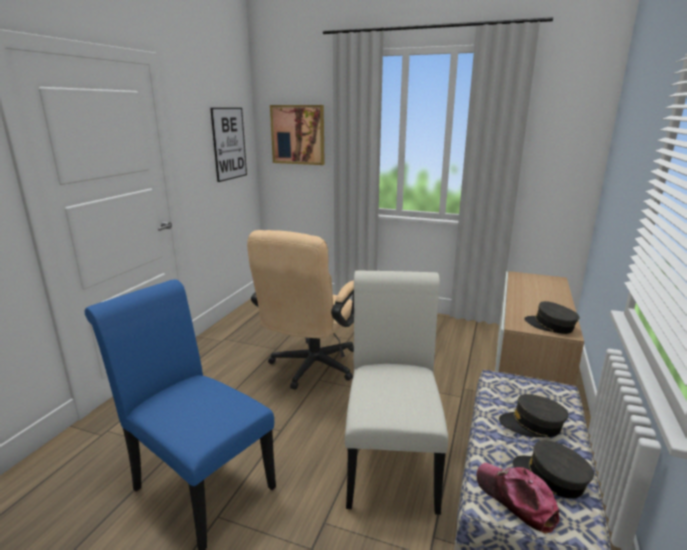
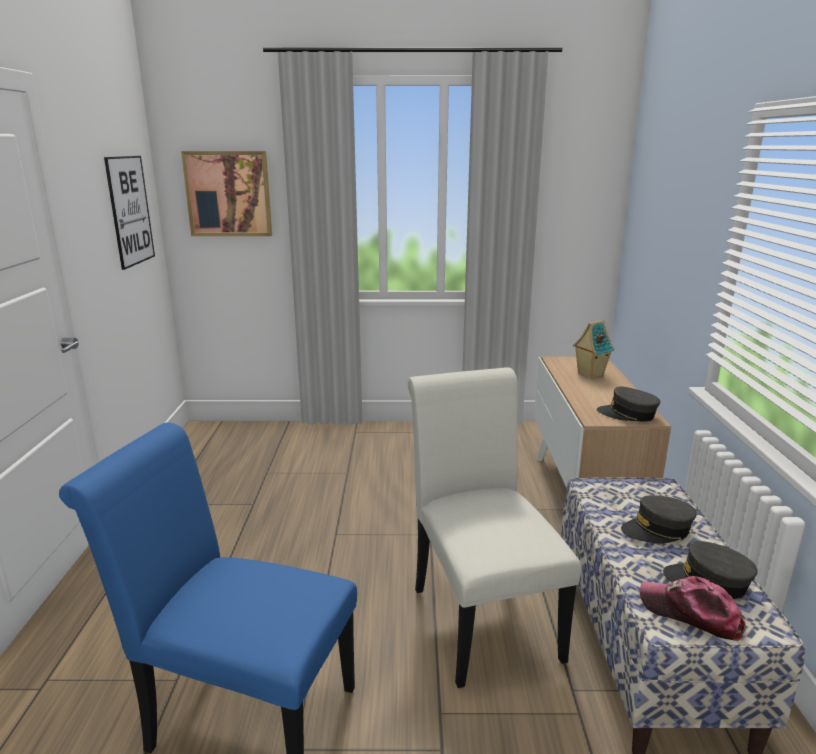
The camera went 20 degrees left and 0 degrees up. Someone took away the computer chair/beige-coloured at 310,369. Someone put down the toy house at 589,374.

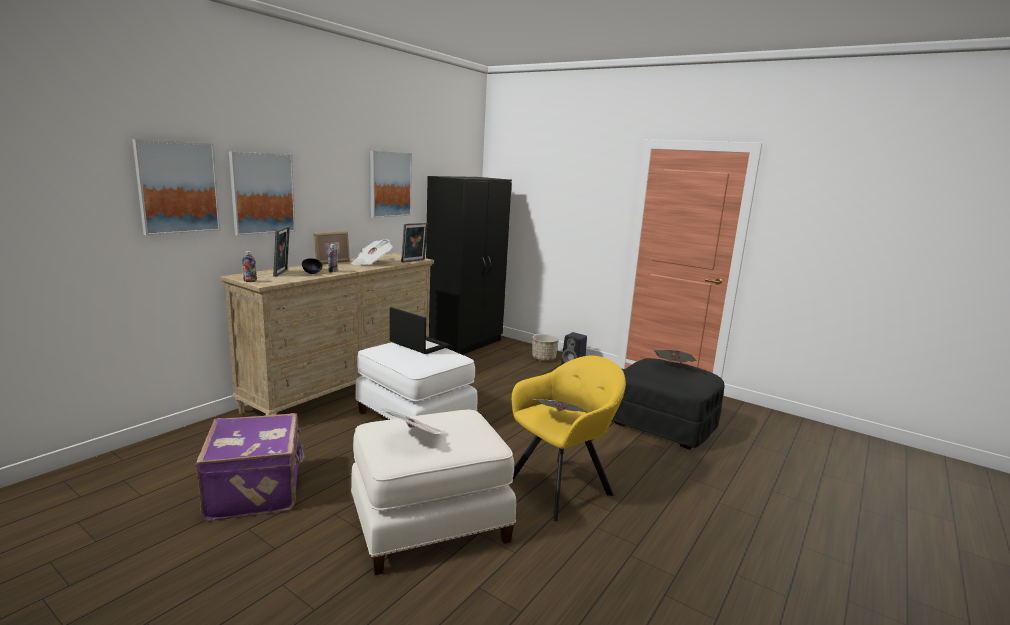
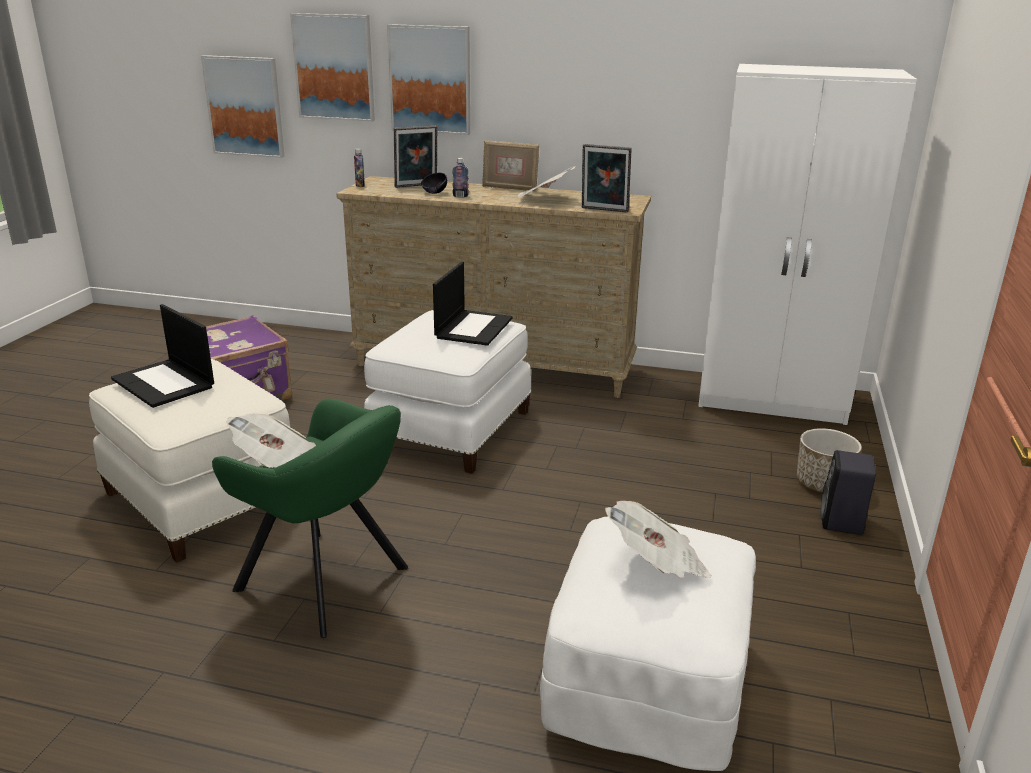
The camera went 70 degrees right and 10 degrees up. Someone carried the picture from 390,184 to 245,106. Someone repainted the wardrobe/black-coloured at 465,344, which became the wardrobe/whitish at 773,400. Someone repainted the lounge chair/yellow-coloured at 562,486, which became the lounge chair/green at 327,583. Someone repainted the pouffe/black-coloured at 663,425, which became the pouffe/whitish at 648,682. Someone swapped the daily paper at 414,437 for the portable computer at 164,383.

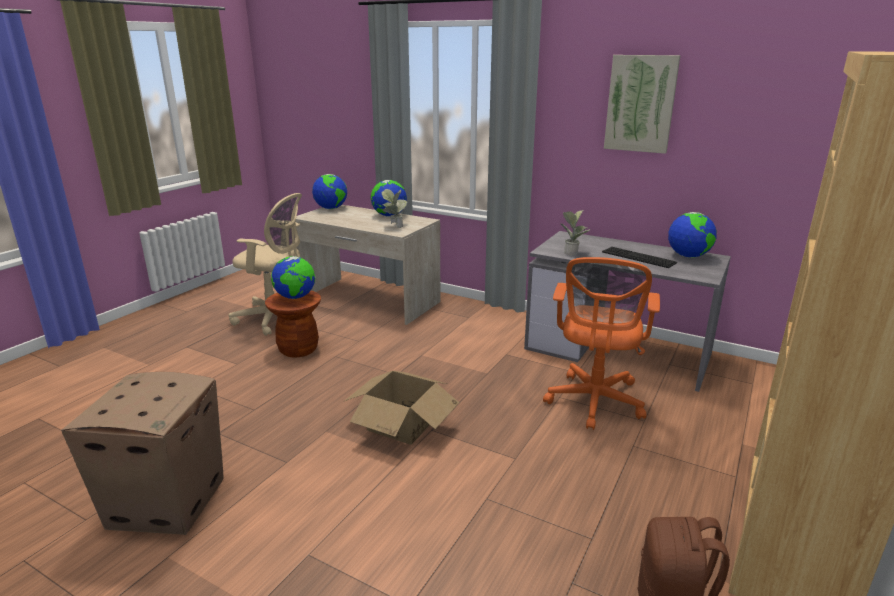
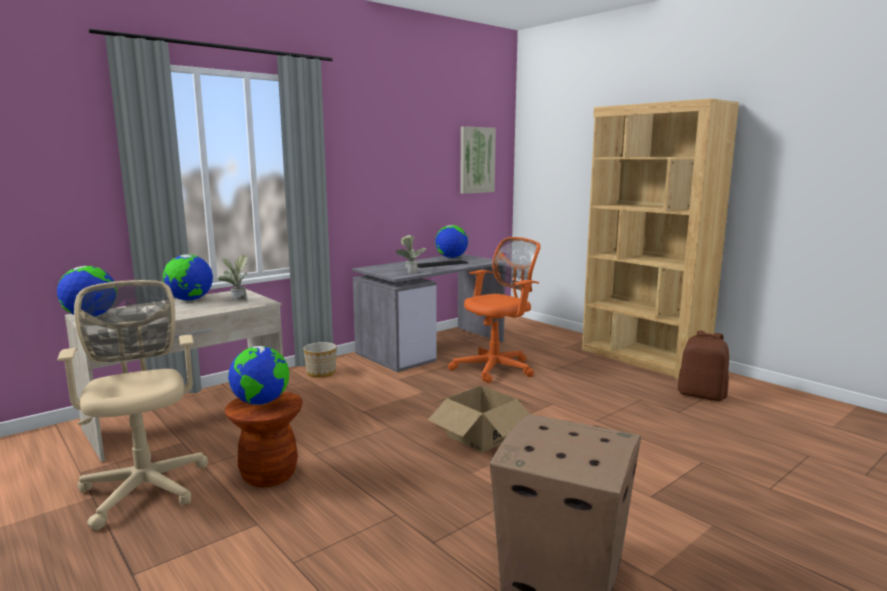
The camera went 70 degrees left and 10 degrees down. Someone carried the picture from 640,104 to 476,160. Someone rotated the computer chair/beige-coloured at 276,319 by 60 degrees counterclockwise. Someone rotated the computer chair/orange-coloured at 594,403 by 75 degrees counterclockwise. Someone put down the flower pot at 321,373.

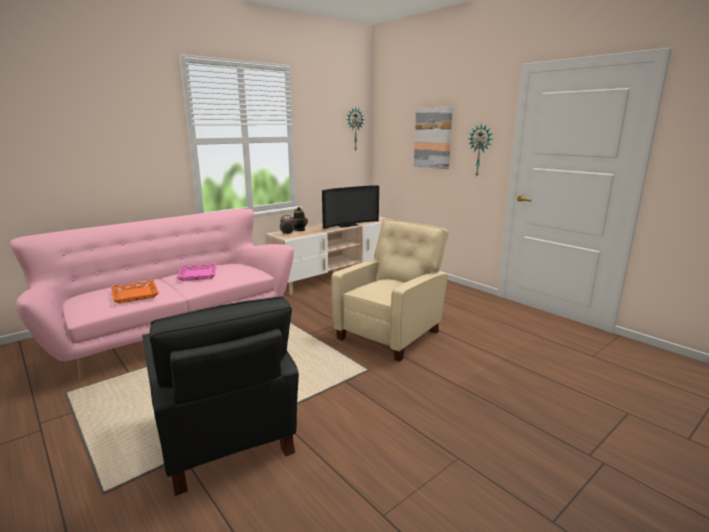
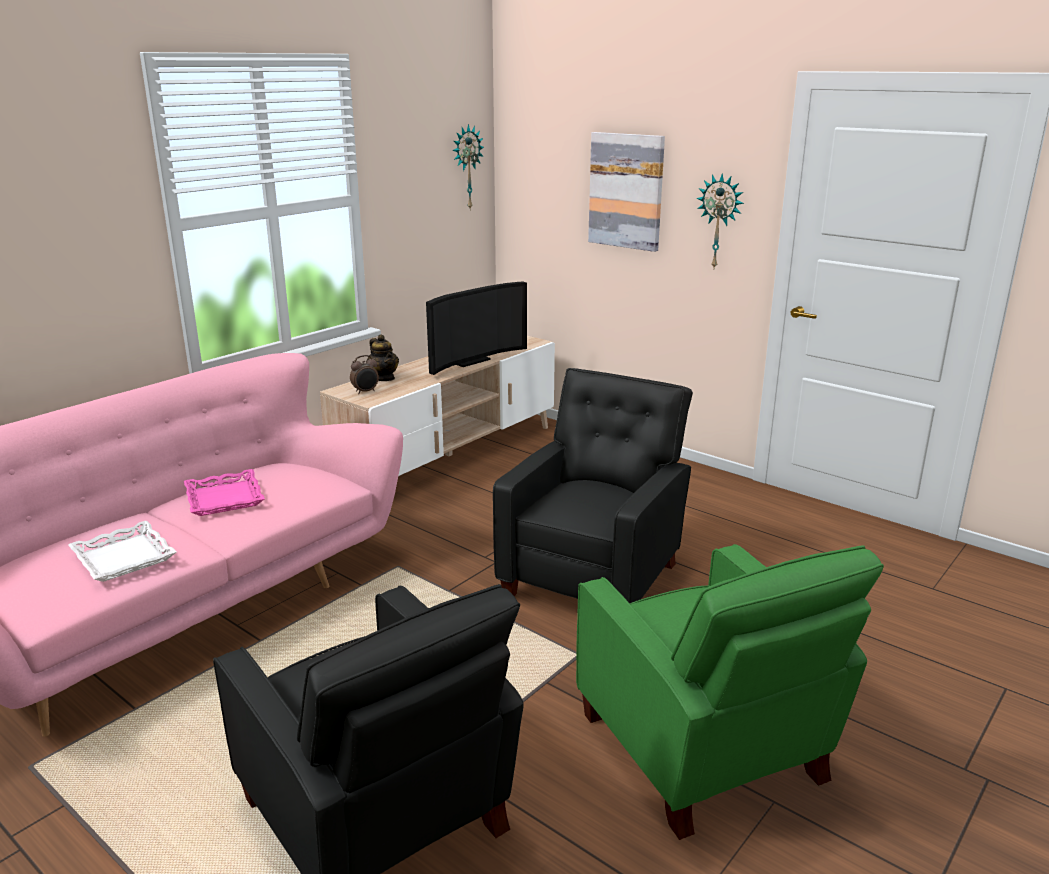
The camera went 10 degrees left and 5 degrees up. Someone repainted the lounge chair/beige-coloured at 391,334, which became the lounge chair/black-coloured at 595,577. Someone repainted the tray/orange-coloured at 135,294, which became the tray/whitish at 125,558. Someone put down the lounge chair/green at 705,752.

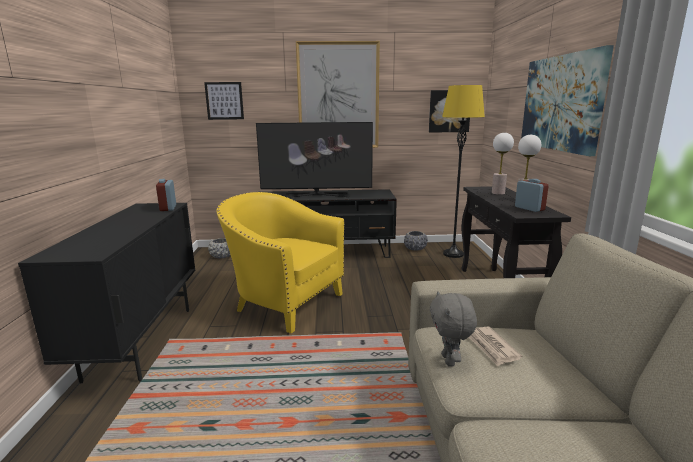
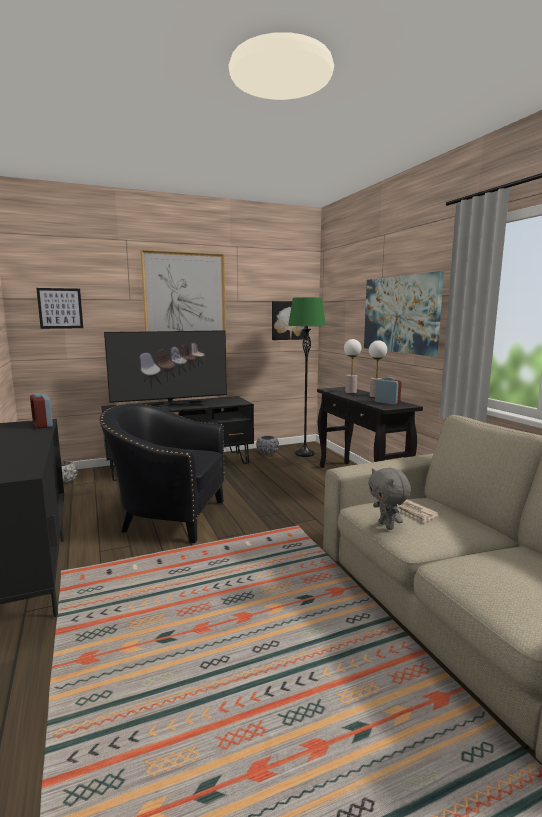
The camera went 20 degrees left and 5 degrees down. Someone repainted the standard lamp/yellow-coloured at 453,254, which became the standard lamp/green at 304,454. Someone repainted the lounge chair/yellow-coloured at 284,303, which became the lounge chair/black-coloured at 168,517.

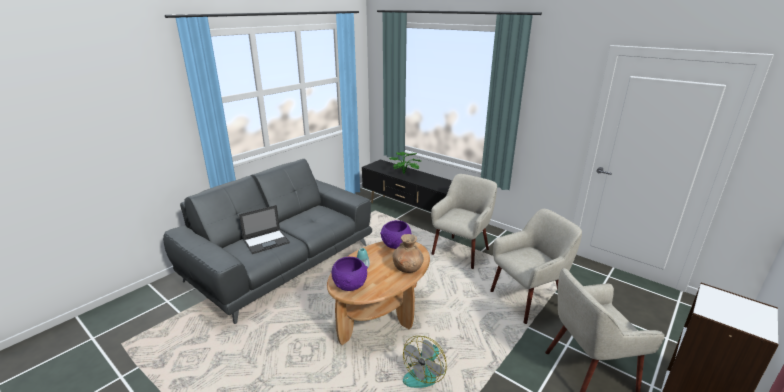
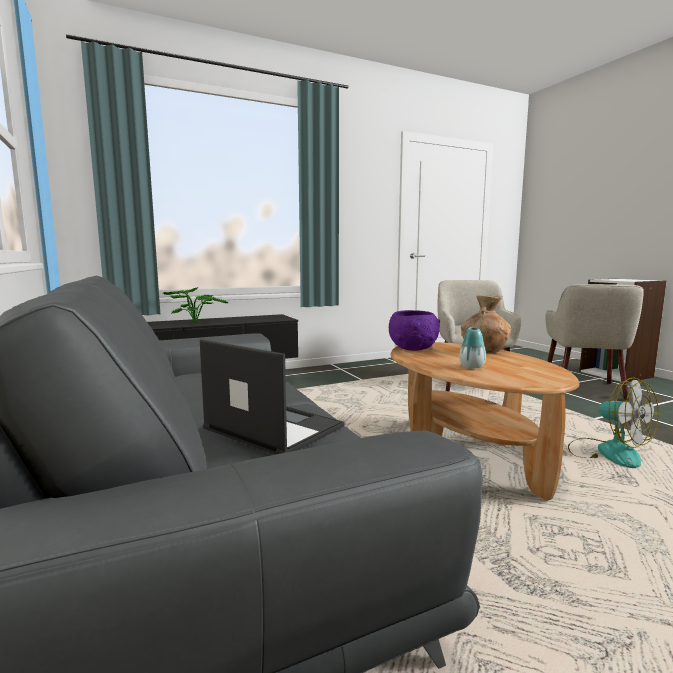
The camera went 65 degrees left and 15 degrees down. Someone took away the lounge chair/beige-coloured at 461,251. Someone rotated the portable computer at 267,241 by 45 degrees counterclockwise. Someone took away the deep dish/purplish at 350,285.

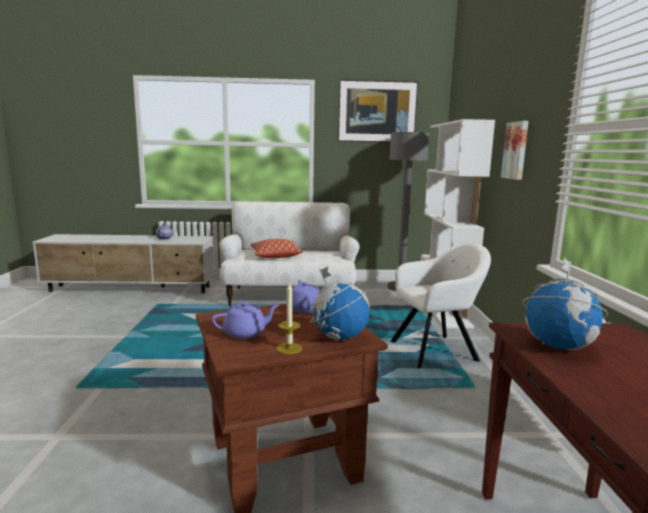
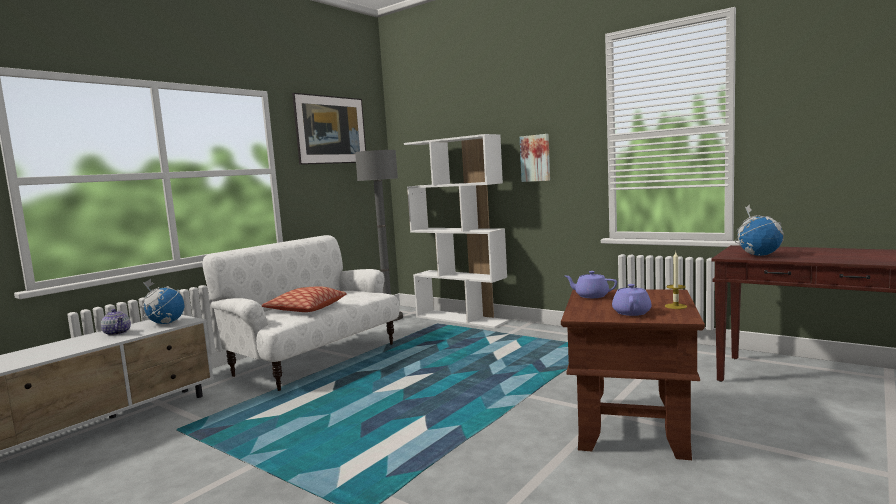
The camera went 50 degrees left and 5 degrees down. Someone took away the lounge chair/whitish at 436,350. Someone carried the world globe from 339,337 to 165,323.

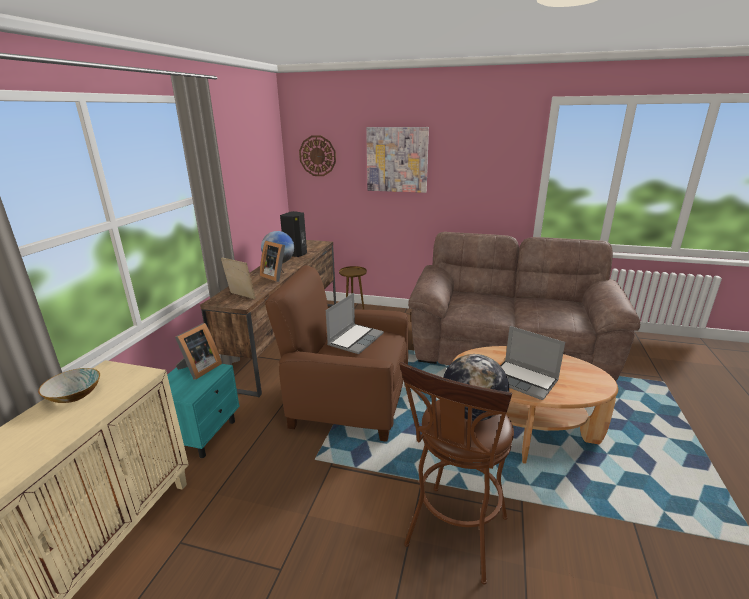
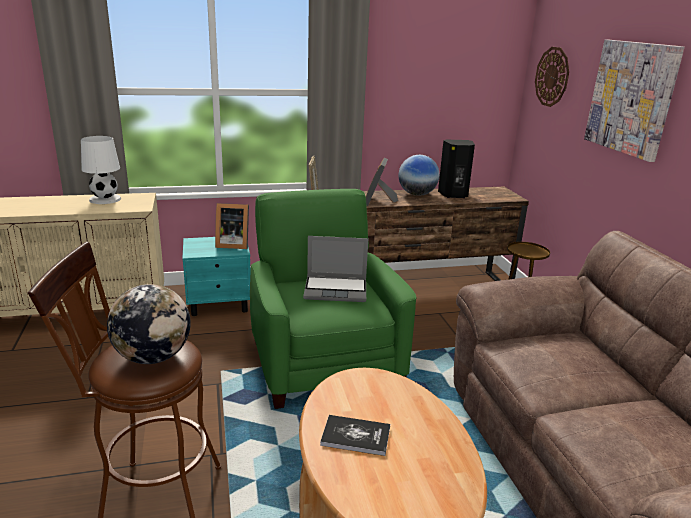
The camera went 60 degrees right and 0 degrees up. Someone repainted the lounge chair/brownish at 347,401, which became the lounge chair/green at 324,362. Someone swapped the portable computer at 524,380 for the book at 355,436. Someone swapped the deep dish at 75,395 for the tabletop lamp/whitish at 105,199.

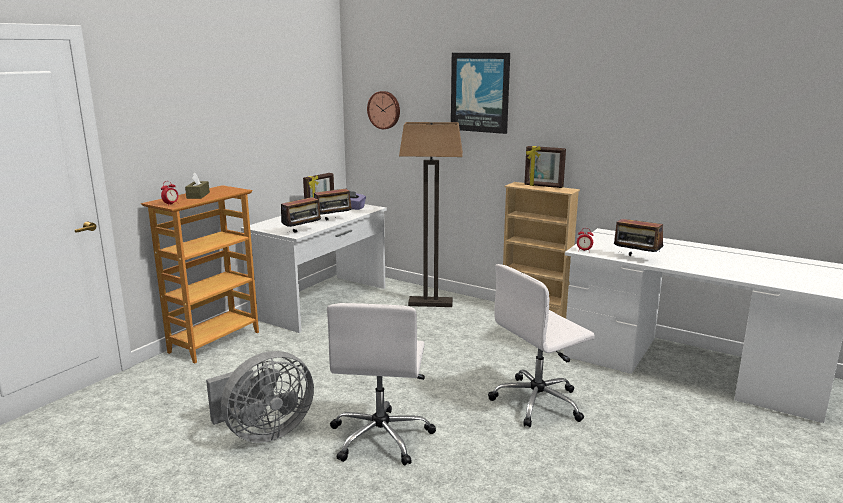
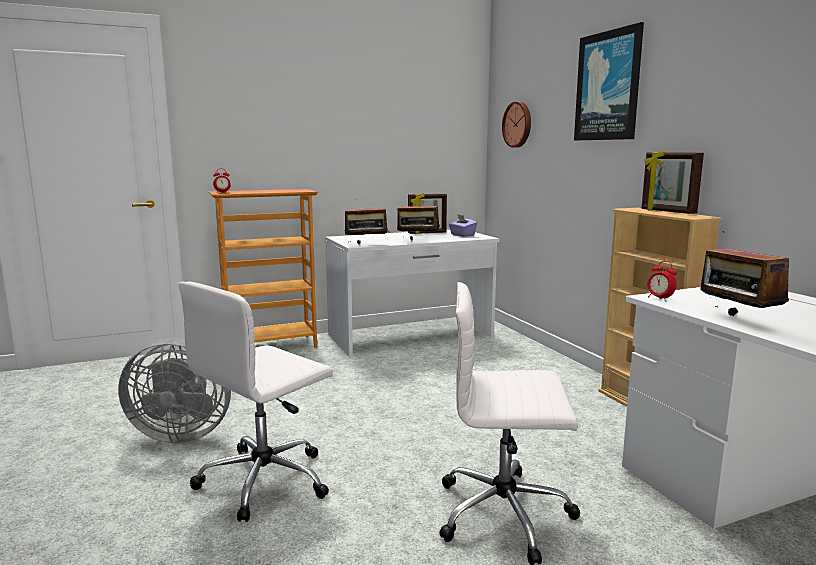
The camera went 35 degrees right and 5 degrees down. Someone took away the standard lamp at 431,303. Someone took away the box of tissues/brownish at 198,195.

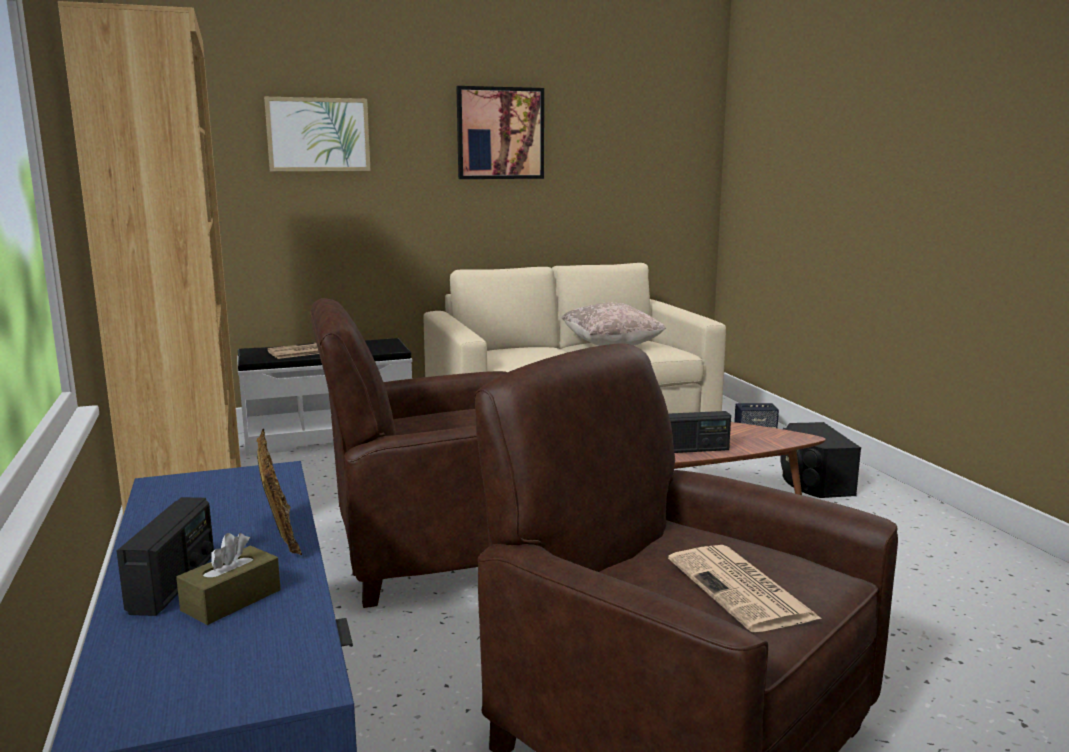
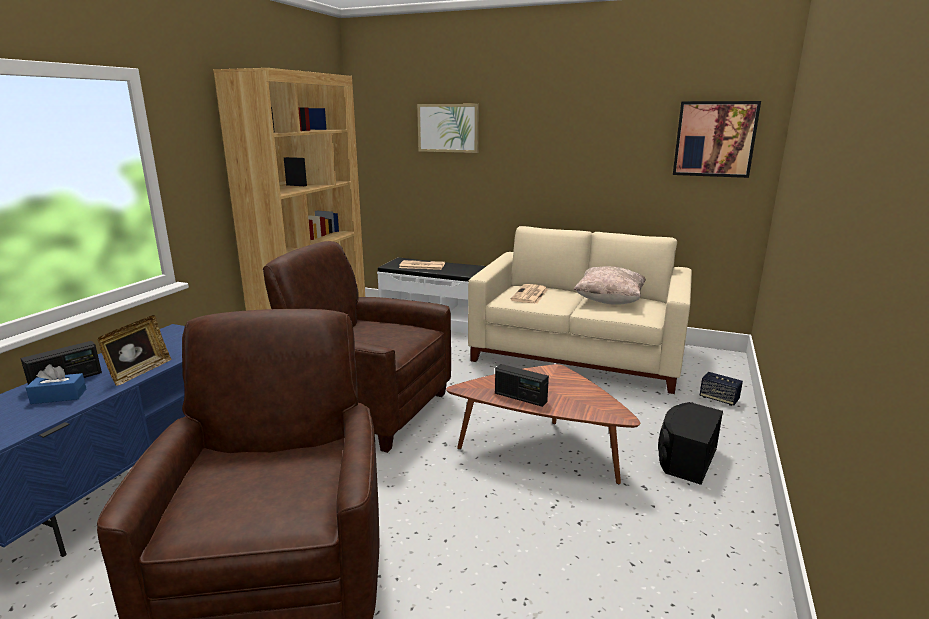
The camera went 40 degrees right and 5 degrees up. Someone carried the picture from 500,133 to 714,139. Someone repainted the box of tissues/brownish at 231,600, which became the box of tissues/blue at 59,396. Someone carried the daily paper from 742,589 to 530,295.

